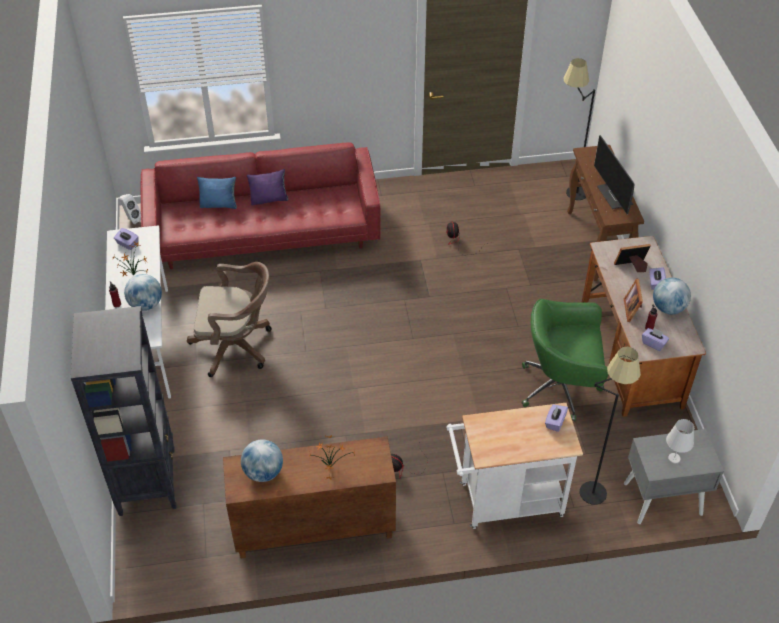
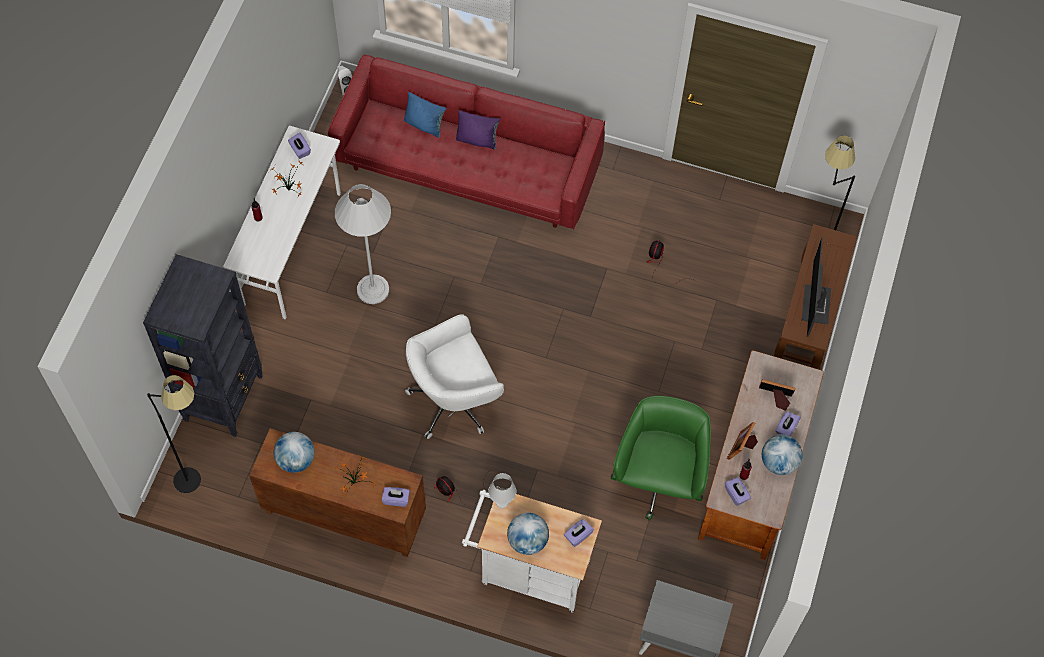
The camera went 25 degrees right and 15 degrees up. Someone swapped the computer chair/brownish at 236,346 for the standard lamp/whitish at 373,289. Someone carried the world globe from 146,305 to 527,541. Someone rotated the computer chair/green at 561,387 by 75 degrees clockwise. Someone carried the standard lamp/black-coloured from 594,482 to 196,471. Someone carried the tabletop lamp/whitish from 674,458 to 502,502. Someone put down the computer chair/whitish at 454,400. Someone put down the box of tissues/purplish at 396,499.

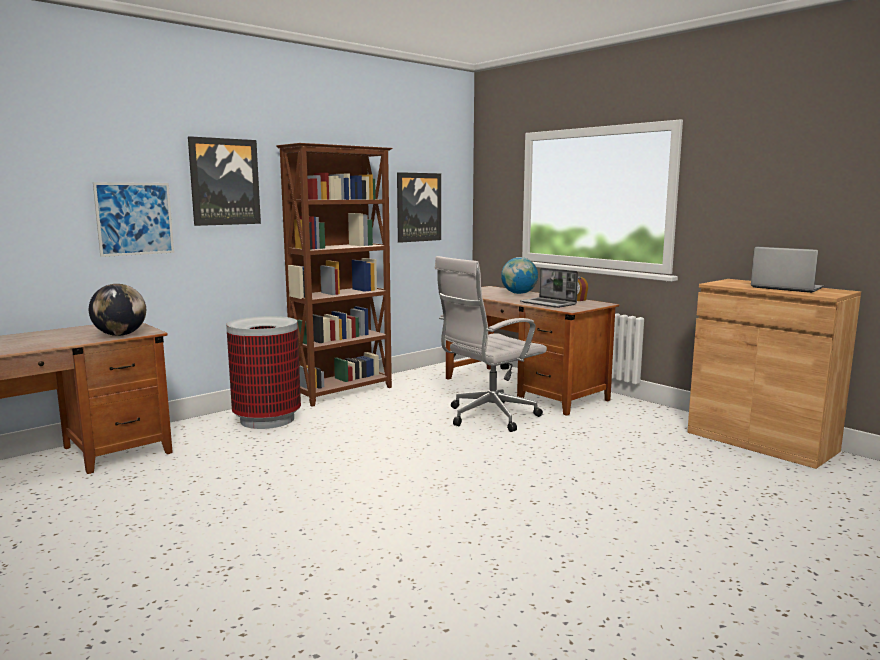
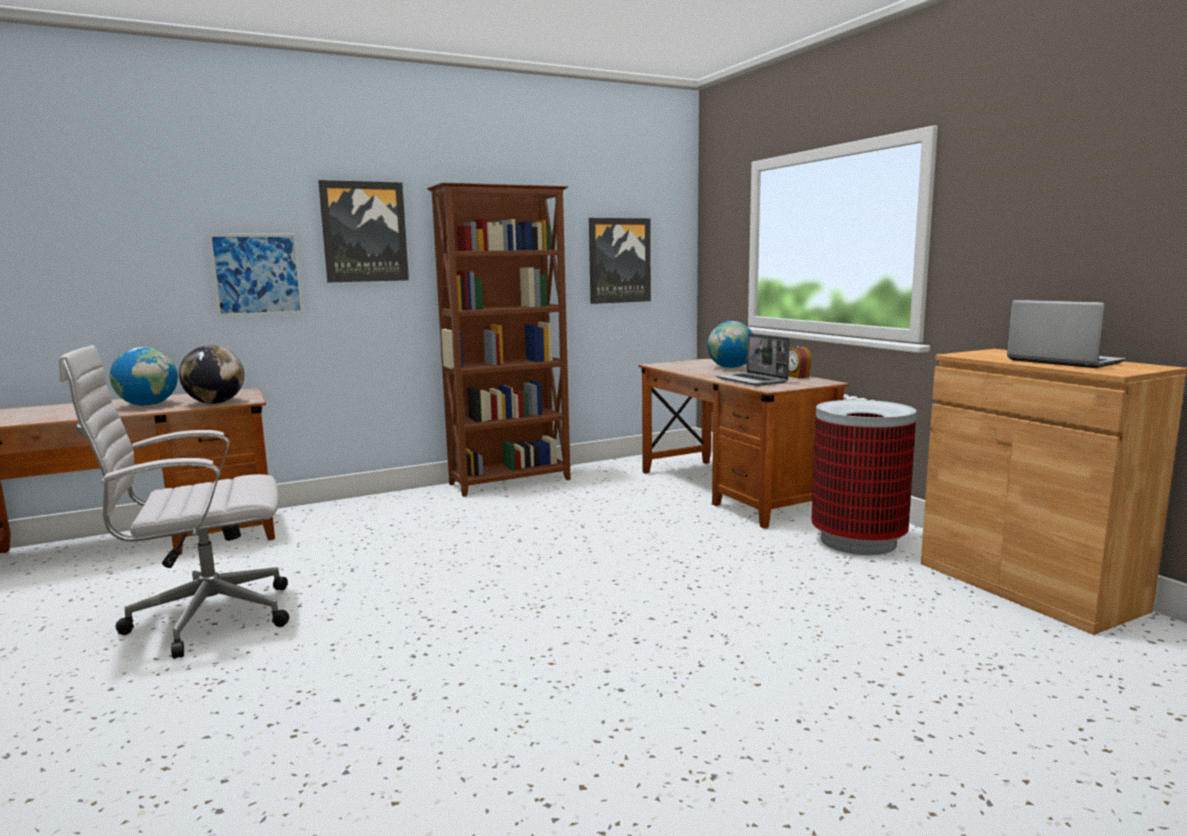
The camera went 15 degrees right and 0 degrees up. Someone carried the computer chair/whitish from 488,417 to 203,619. Someone carried the trash can from 267,419 to 858,541. Someone put down the world globe at 148,405.

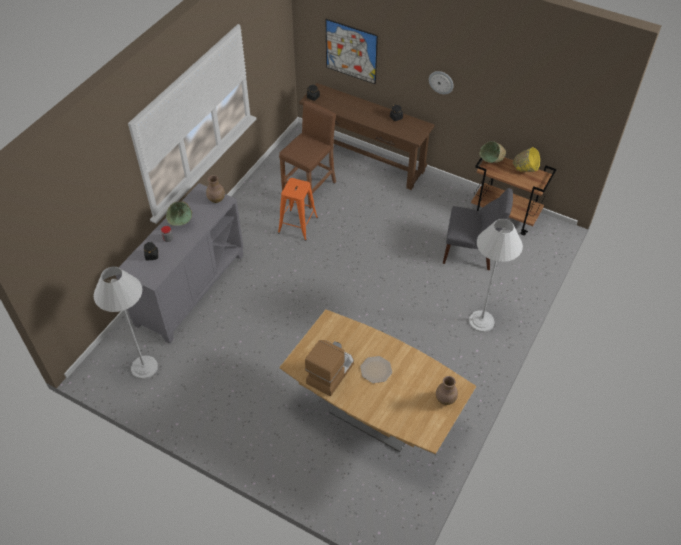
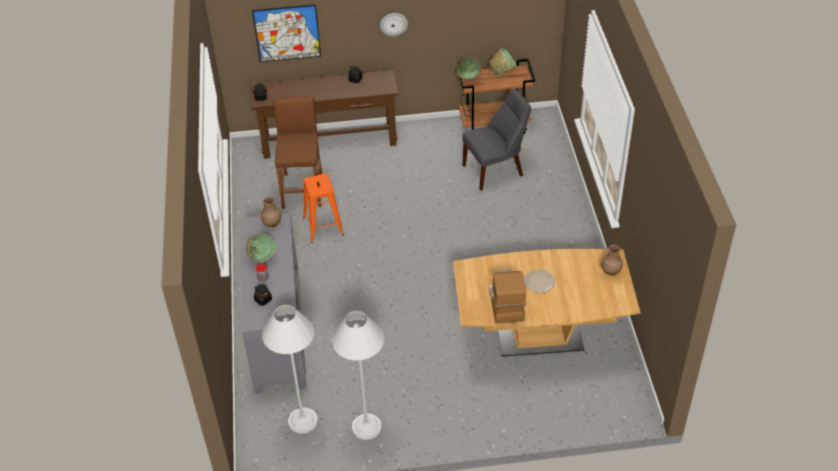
The camera went 35 degrees left and 5 degrees down. Someone repainted the deep dish/yellow-coloured at 525,170, which became the deep dish/green at 502,72. Someone carried the standard lamp/whitish from 481,321 to 366,427.

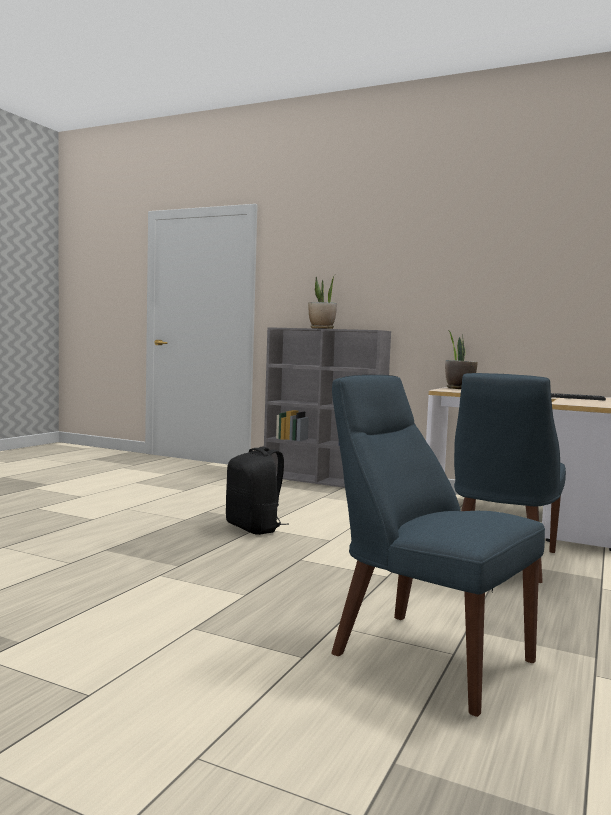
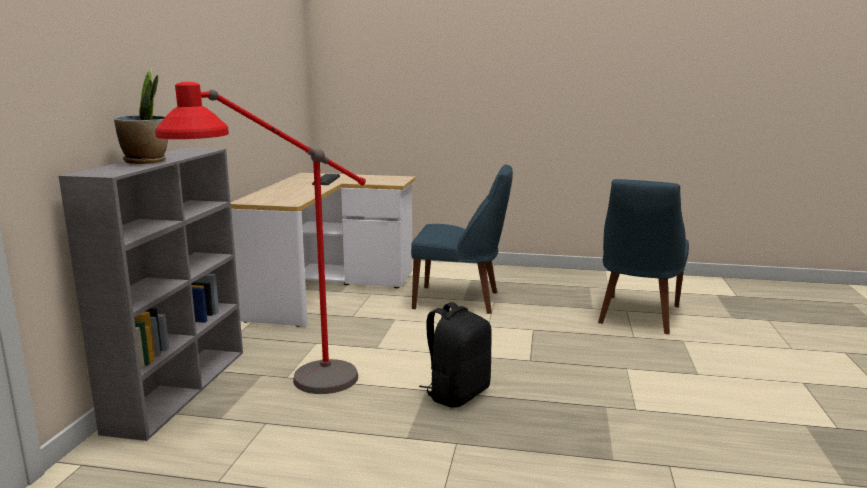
The camera went 105 degrees left and 10 degrees up. Someone took away the plant in a pot at 459,389. Someone put down the standard lamp/reddish at 286,394.

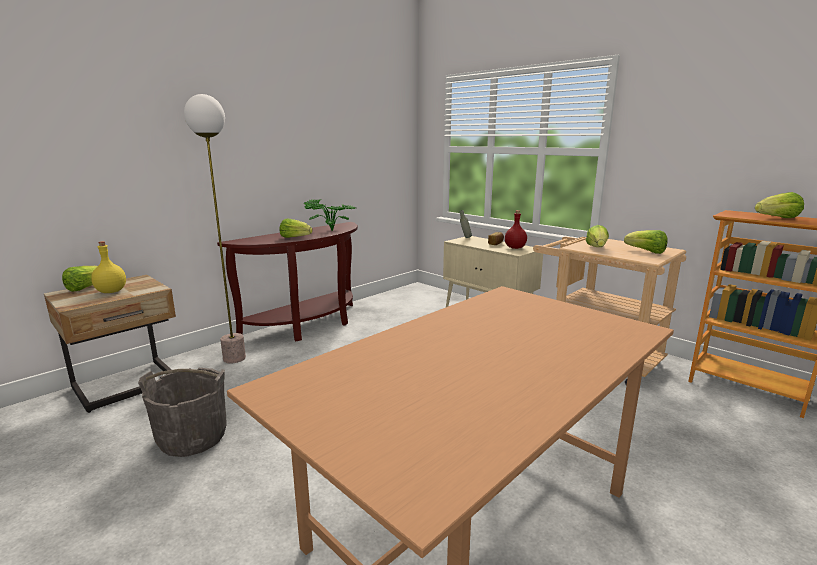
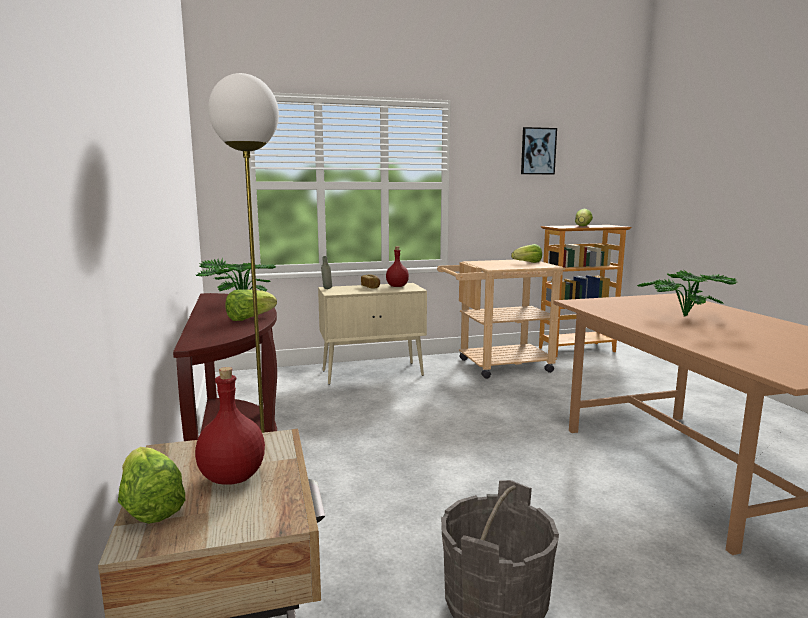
The camera went 60 degrees left and 5 degrees down. Someone took away the lettuce at 597,248. Someone repainted the bottle/yellow-coloured at 111,291, which became the bottle/reddish at 233,478. Someone put up the picture at 538,151. Someone put down the plant in a pot at 683,317.

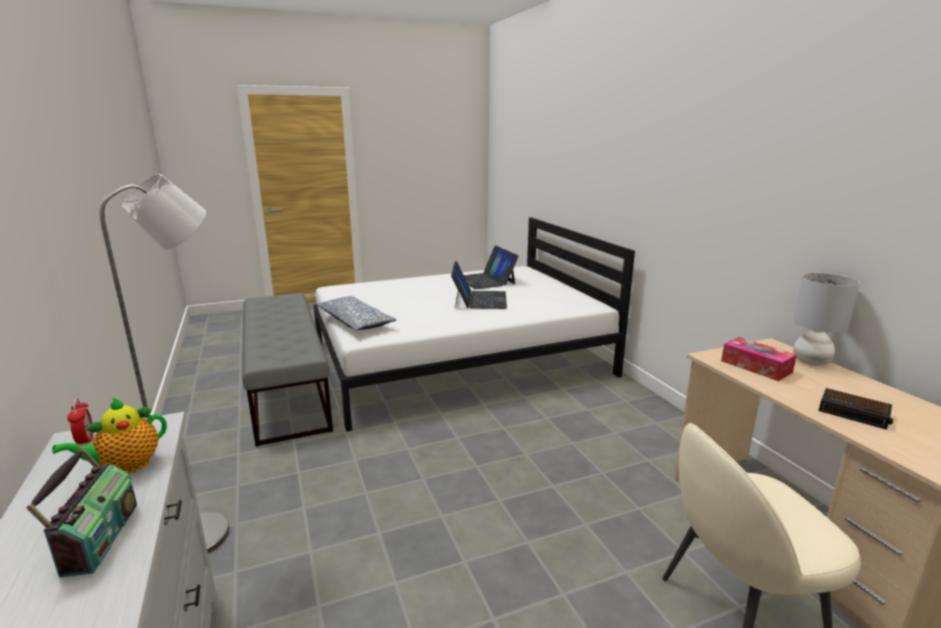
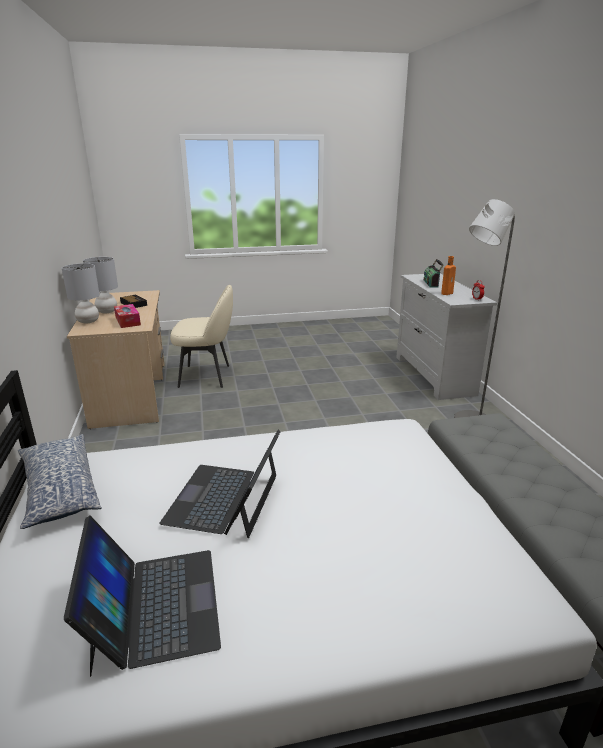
The camera went 170 degrees left and 5 degrees up. Someone carried the throw pillow from 355,322 to 59,489. Someone swapped the pot for tea at 126,466 for the bottle/orange-coloured at 447,293. Someone put down the tabletop lamp/gray at 106,311.

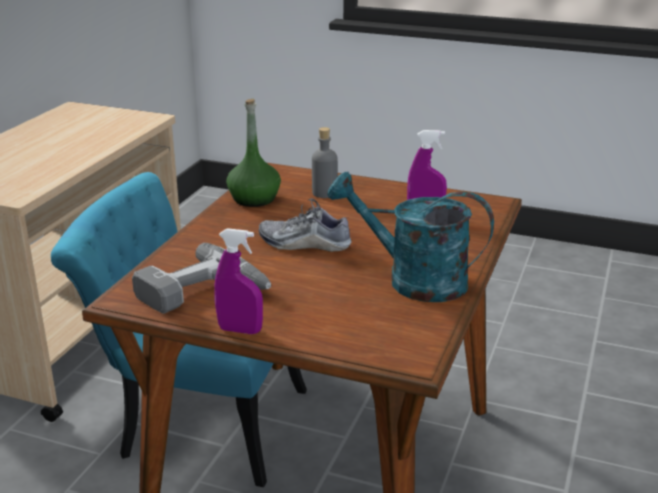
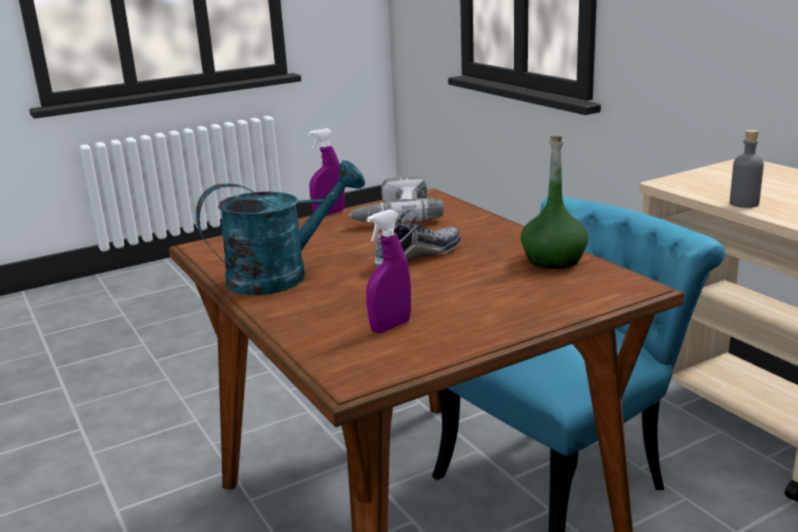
The camera went 130 degrees right and 5 degrees down. Someone carried the bottle/gray from 324,193 to 744,203.

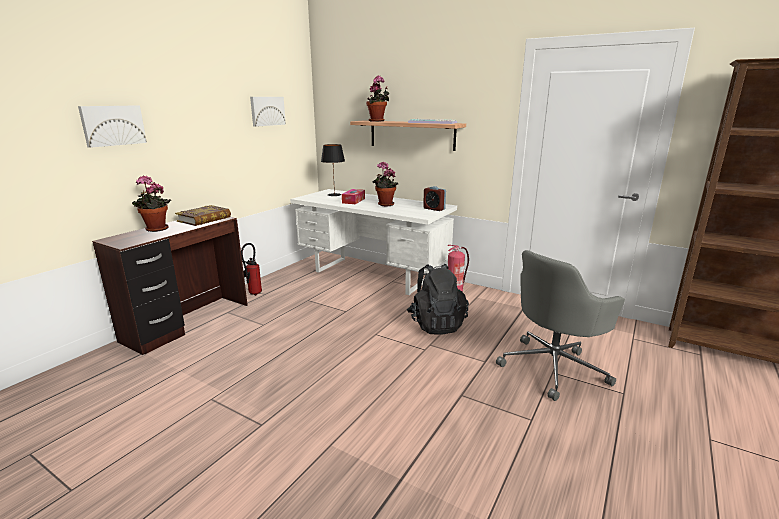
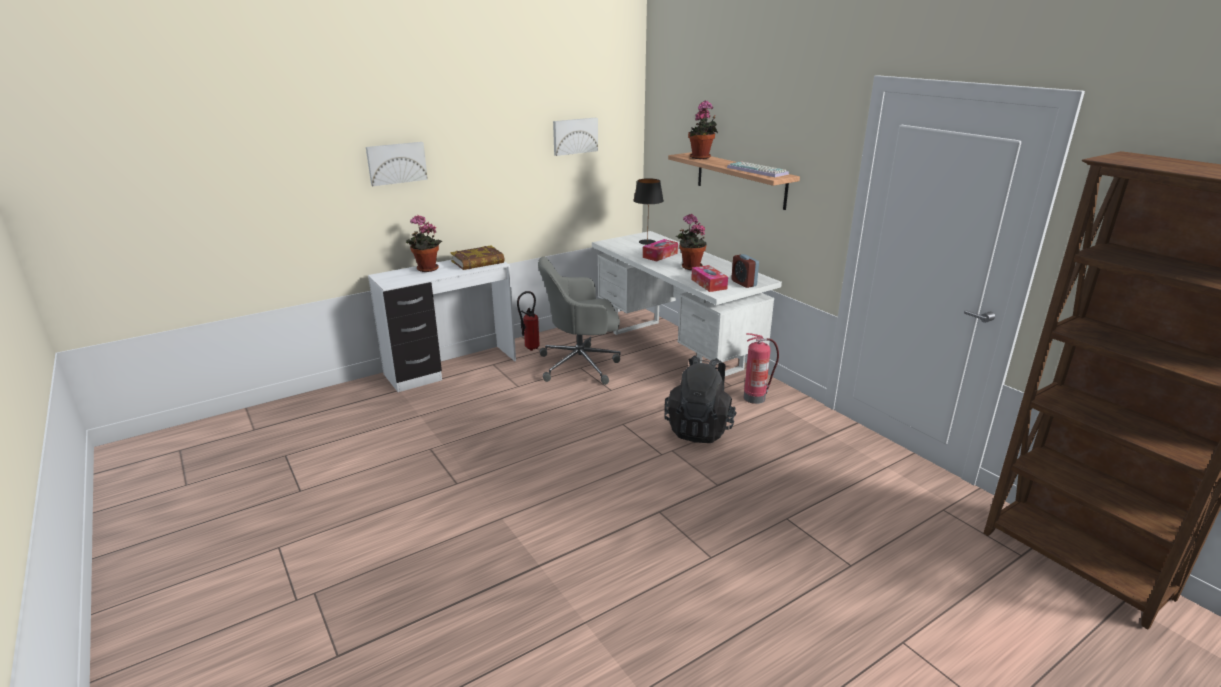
The camera went 25 degrees right and 5 degrees up. Someone repainted the desk/brownish at 188,322, which became the desk/whitish at 452,368. Someone carried the computer chair/gray from 553,367 to 581,365. Someone put down the box of tissues at 708,284.

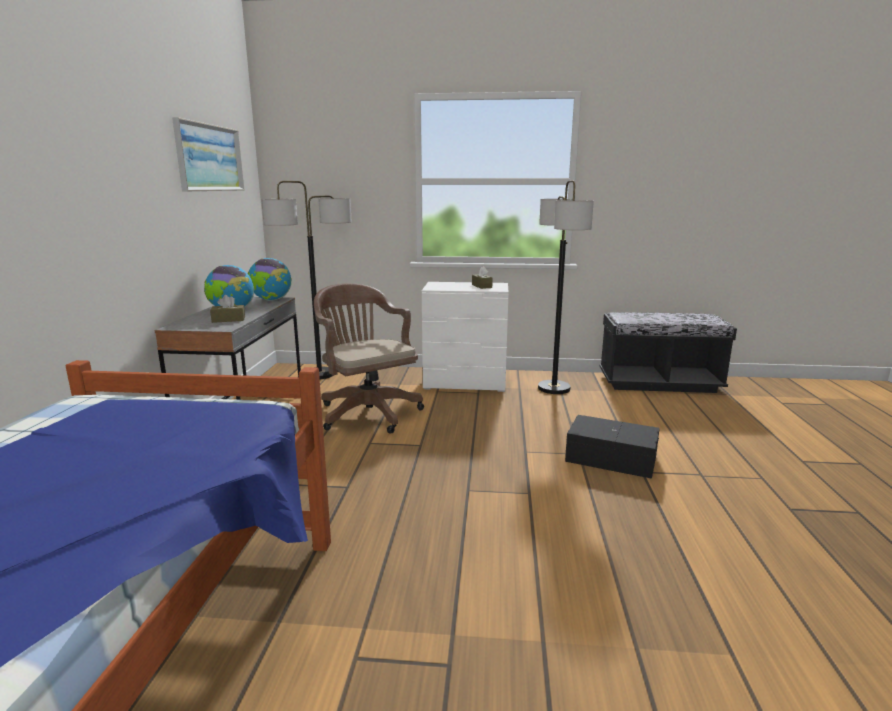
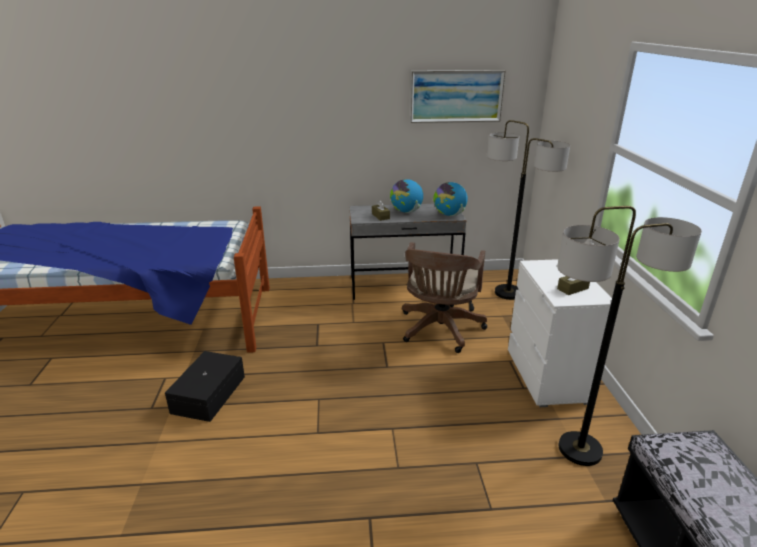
The camera went 80 degrees right and 10 degrees up. Someone rotated the computer chair/brownish at 367,412 by 150 degrees clockwise. Someone carried the storage container/black-coloured from 610,457 to 210,394.

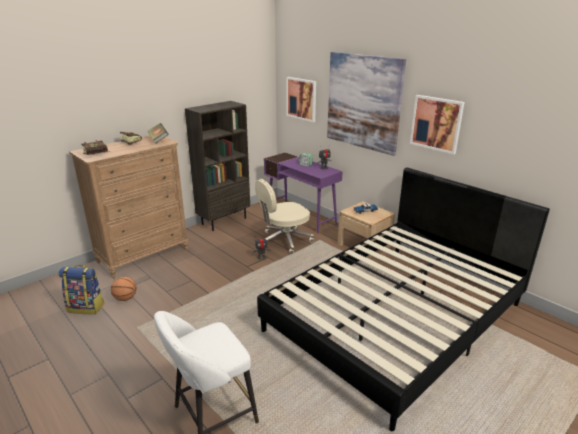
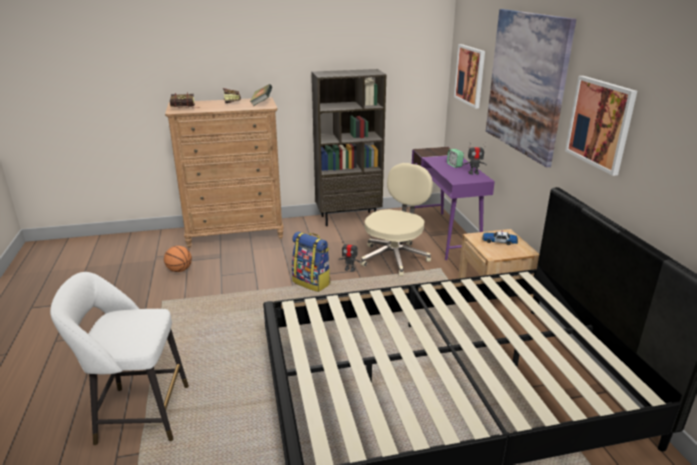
The camera went 30 degrees right and 0 degrees up. Someone rotated the computer chair/beige-coloured at 284,240 by 120 degrees clockwise. Someone carried the knapsack from 86,307 to 312,282.

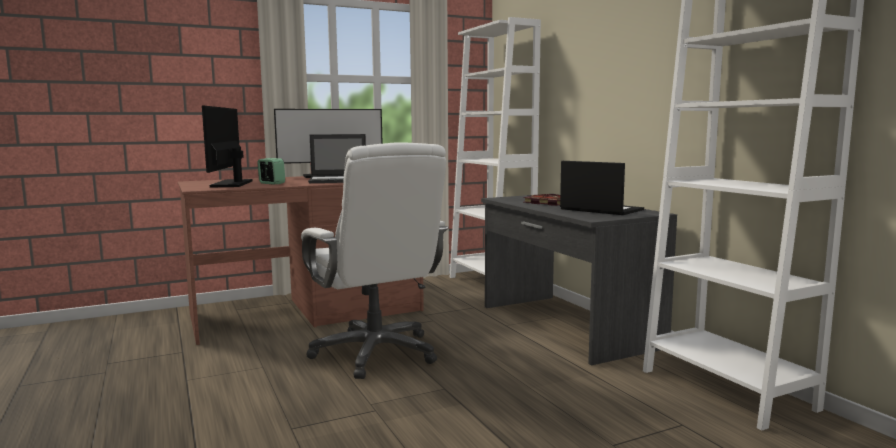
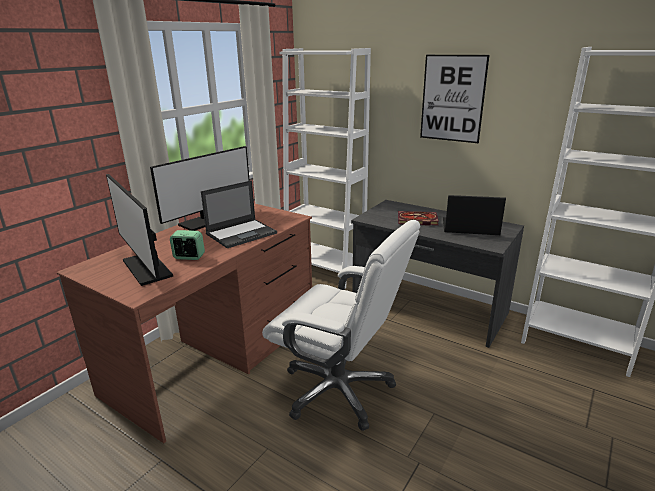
The camera went 30 degrees left and 15 degrees up. Someone put up the picture at 452,98.

